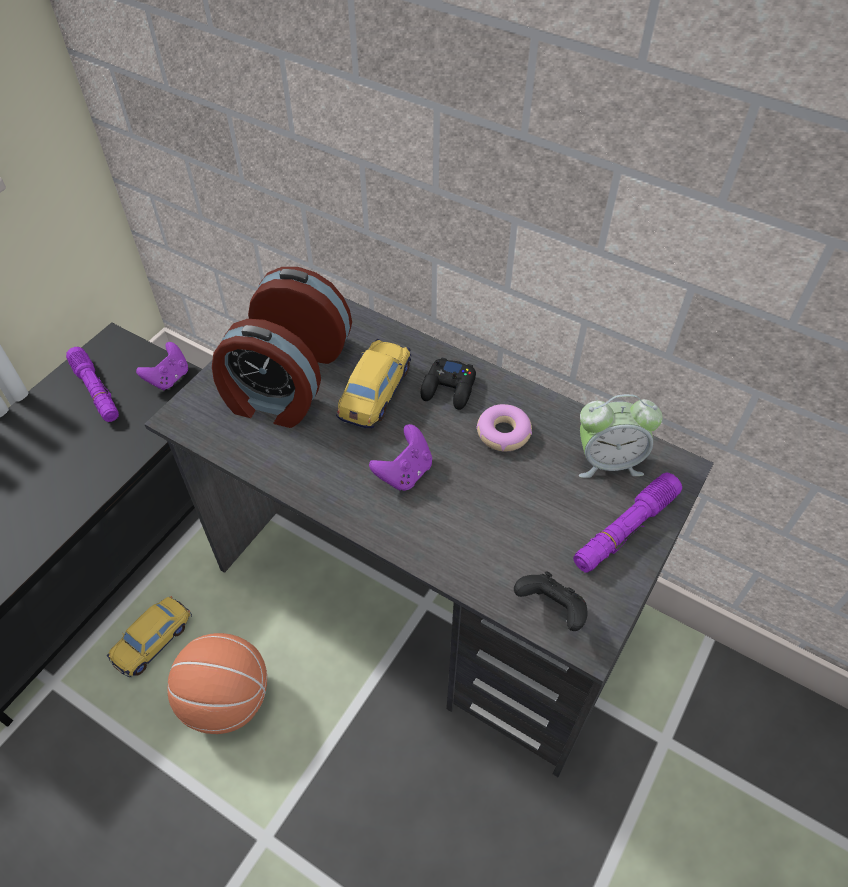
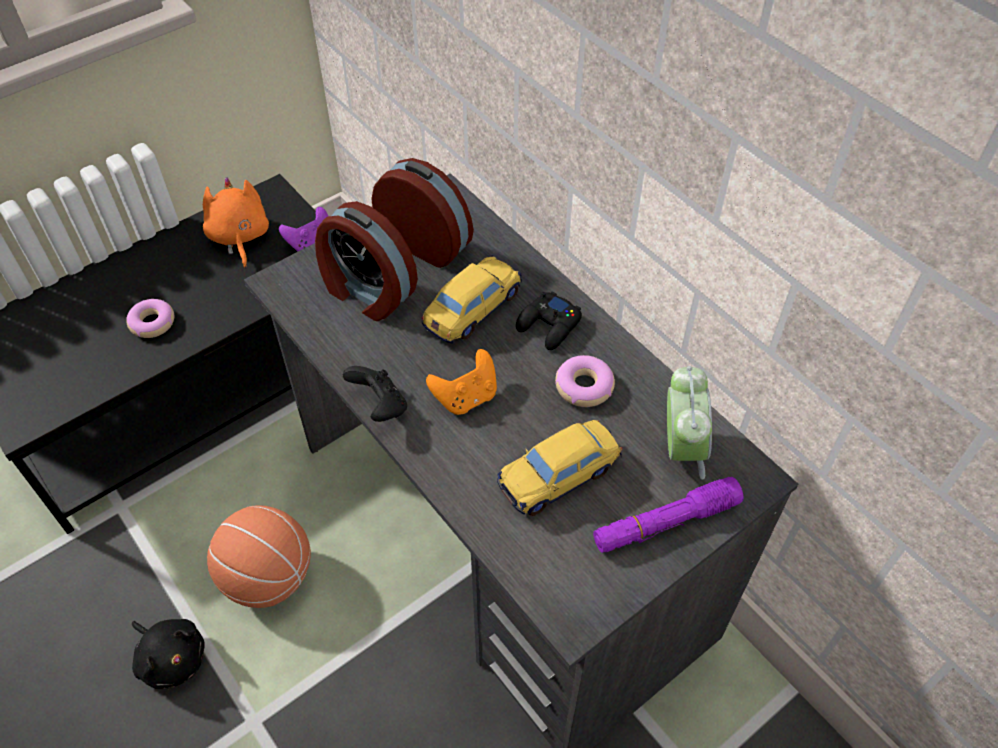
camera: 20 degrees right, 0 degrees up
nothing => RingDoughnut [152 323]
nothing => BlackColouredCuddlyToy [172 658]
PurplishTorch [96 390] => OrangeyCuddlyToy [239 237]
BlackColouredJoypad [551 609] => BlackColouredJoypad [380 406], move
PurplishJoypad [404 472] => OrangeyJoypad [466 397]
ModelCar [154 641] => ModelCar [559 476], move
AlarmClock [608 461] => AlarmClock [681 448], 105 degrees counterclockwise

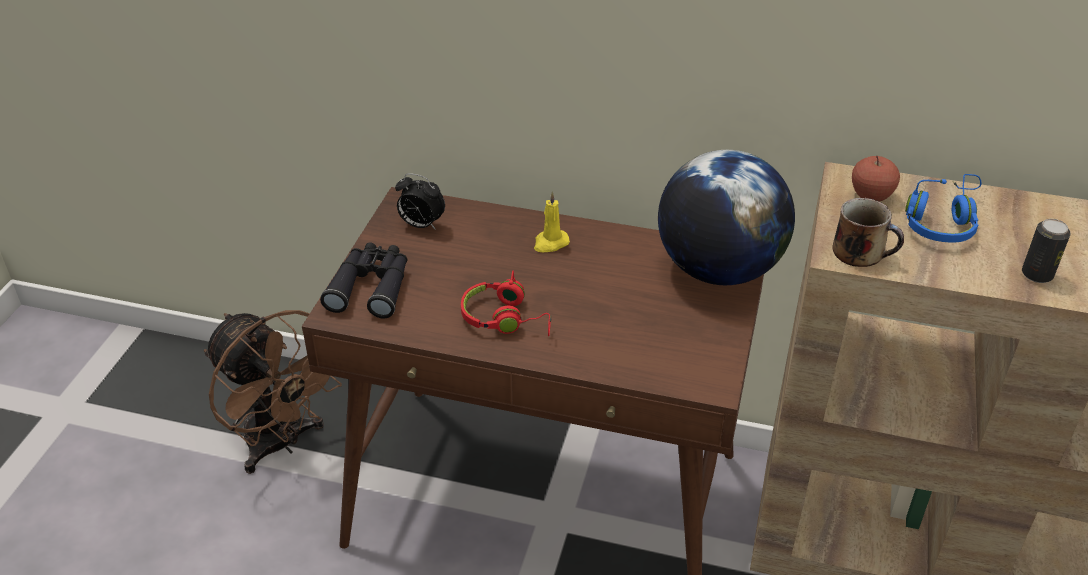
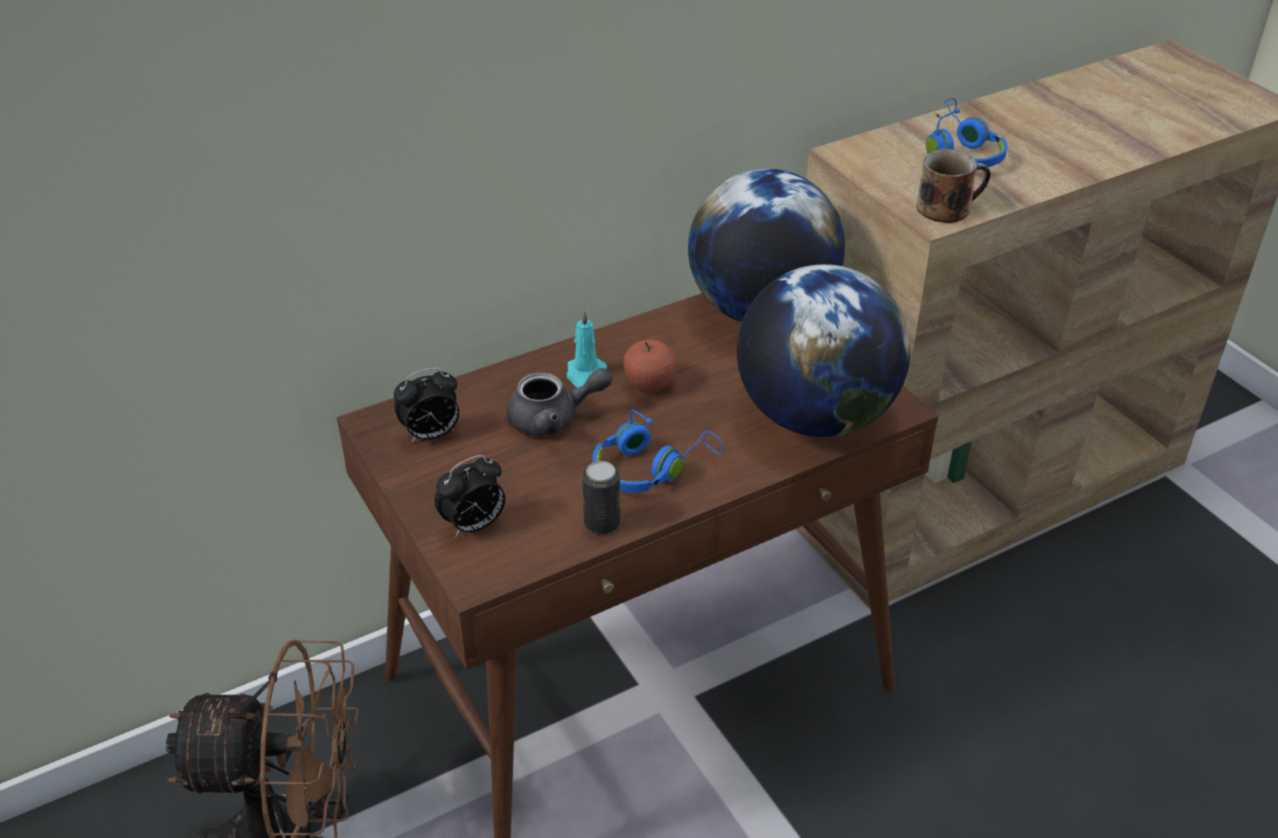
camera: 45 degrees left, 0 degrees up
BlackColouredBinoculars [371 287] => AlarmClock [474 526]
nothing => GrayTeaPot [554 419]
YellowishWaxLight [550 243] => BlueGreenWaxLight [586 375]
Can [1037 274] => Can [602 523], move
RedColouredHeadphones [506 319] => BlueHeadphones [651 468]
AppleFruit [871 196] => AppleFruit [649 384], move
nothing => Globe [815 416]

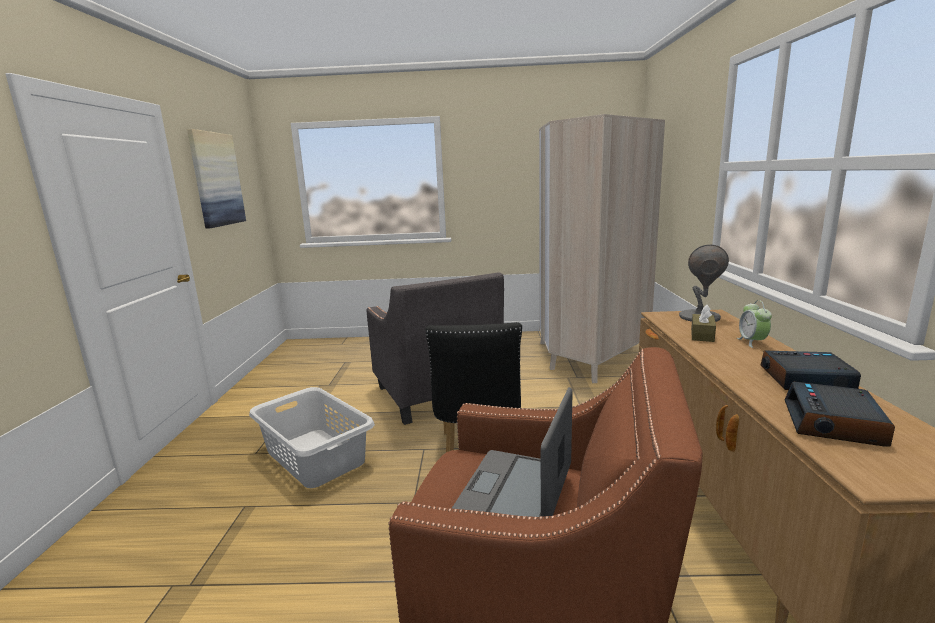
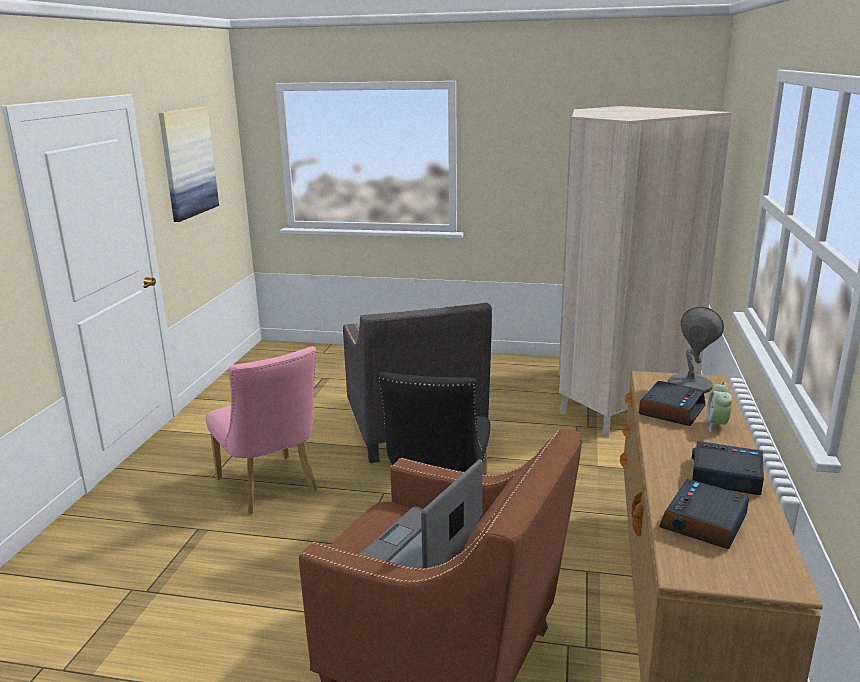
camera: 10 degrees right, 5 degrees up
GrayHamper [314 457] => PinkColouredChair [270 488]
BrownColouredTissueHolder [702 335] => AlarmClock [671 410]

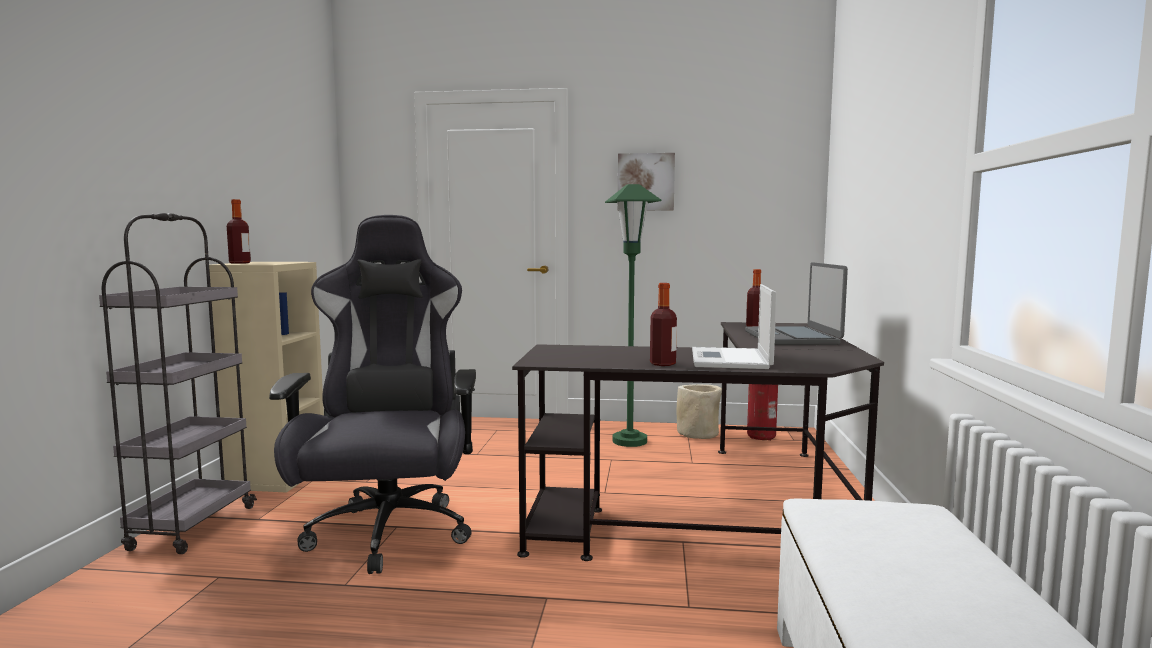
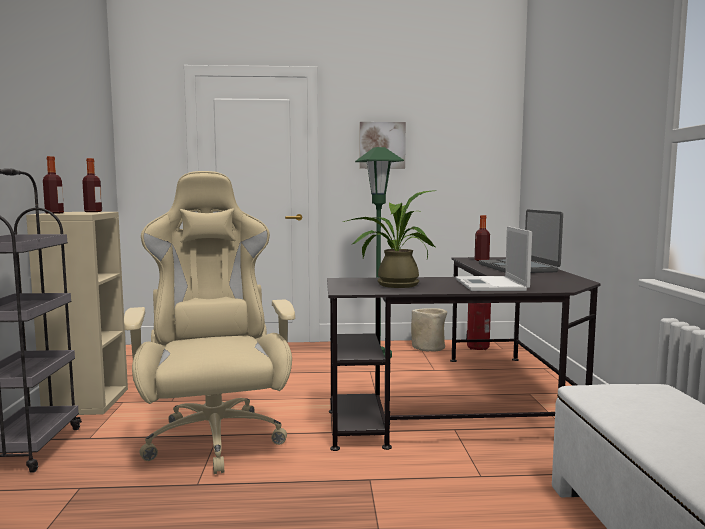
camera: 10 degrees left, 0 degrees up
Bottle [662 364] => Bottle [93 212], move
BlackColouredOfficeChair [388 539] => SandColouredOfficeChair [216 445]
nothing => PottedPlant [392 285]

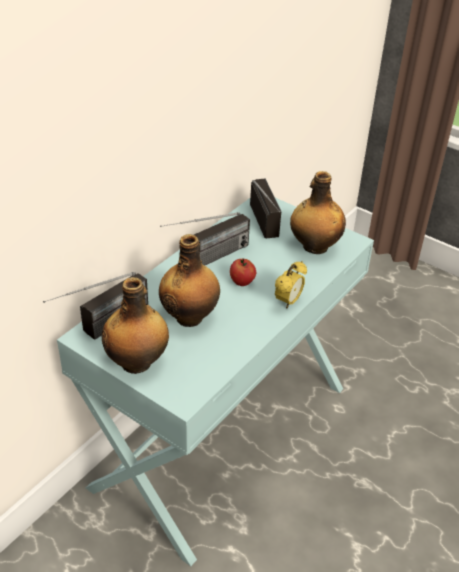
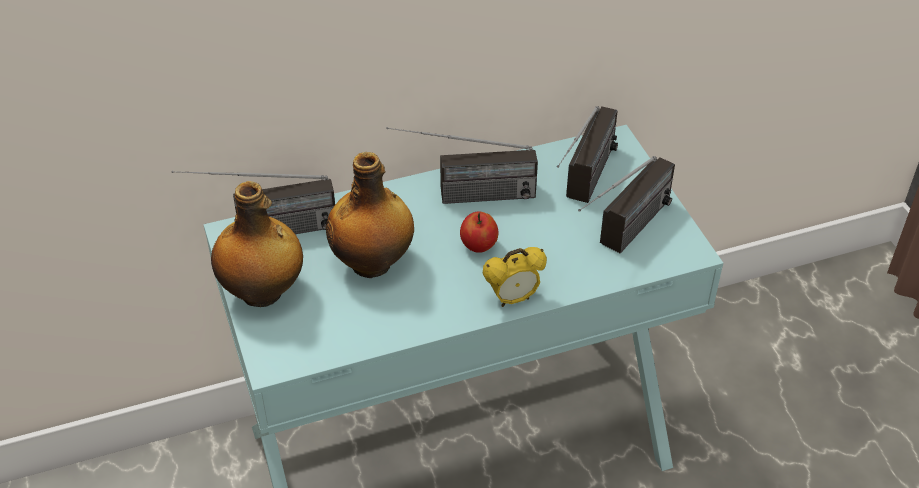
camera: 35 degrees right, 5 degrees up
Bottle [314 247] => Radio [623 237]

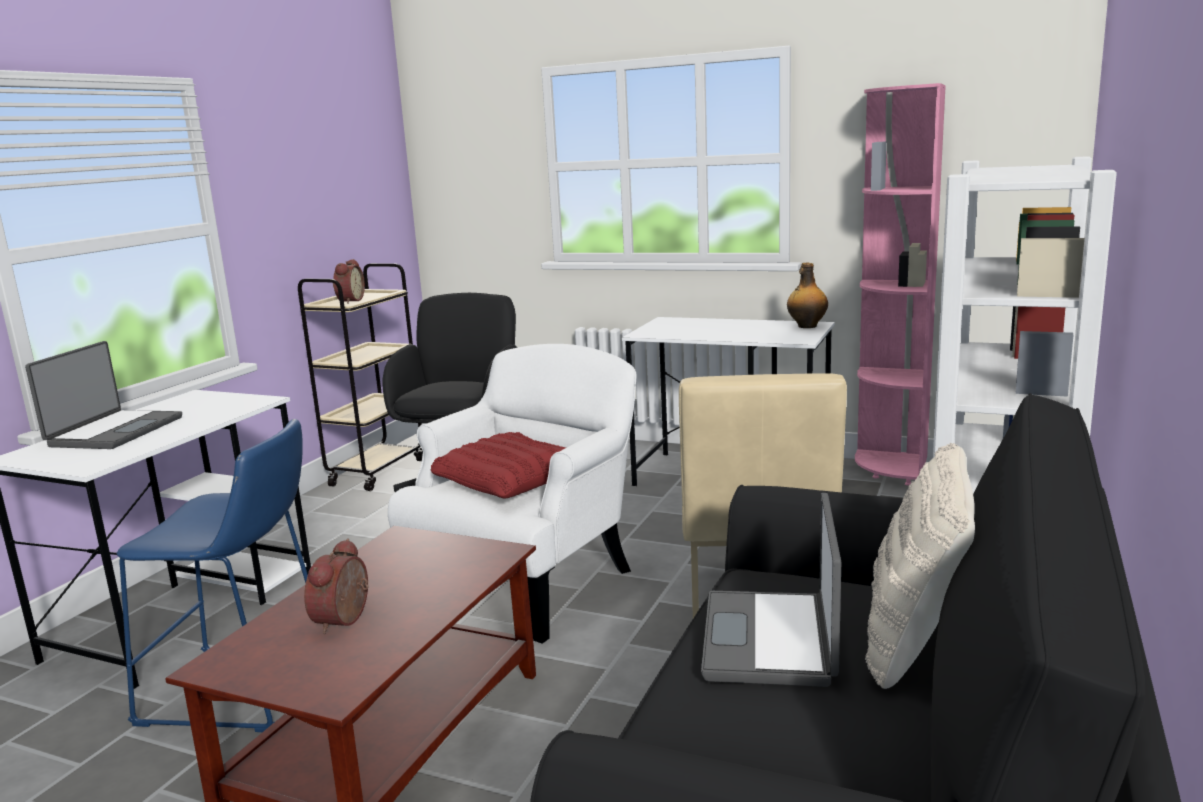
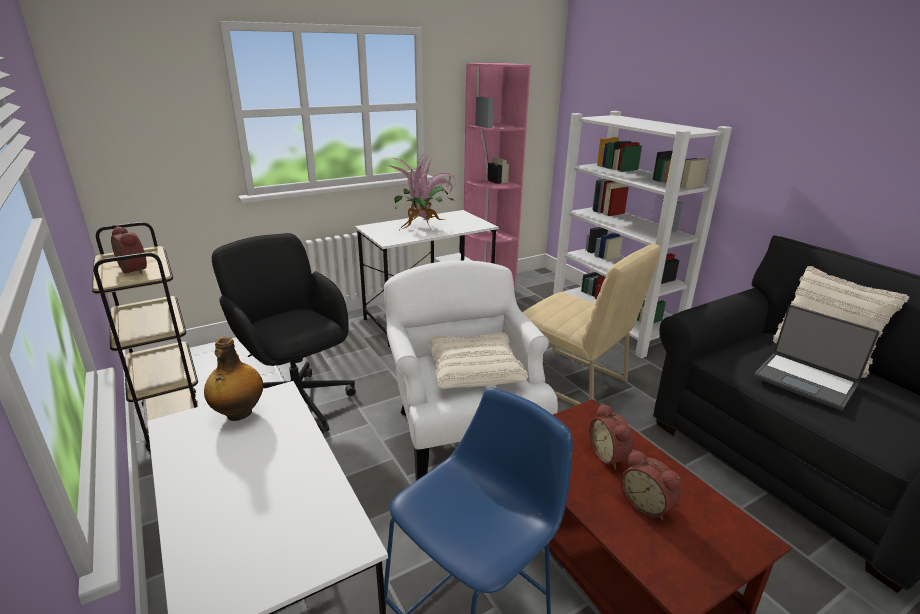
camera: 55 degrees left, 10 degrees up
Bottle [806 326] => Bottle [238 413], move
nothing => PottedPlant [423 227]
RedColouredThrowPillow [511 481] => SandColouredThrowPillow [475 370]
nothing => AlarmClock [610 456]
NotebookComputer [114 431] => nothing

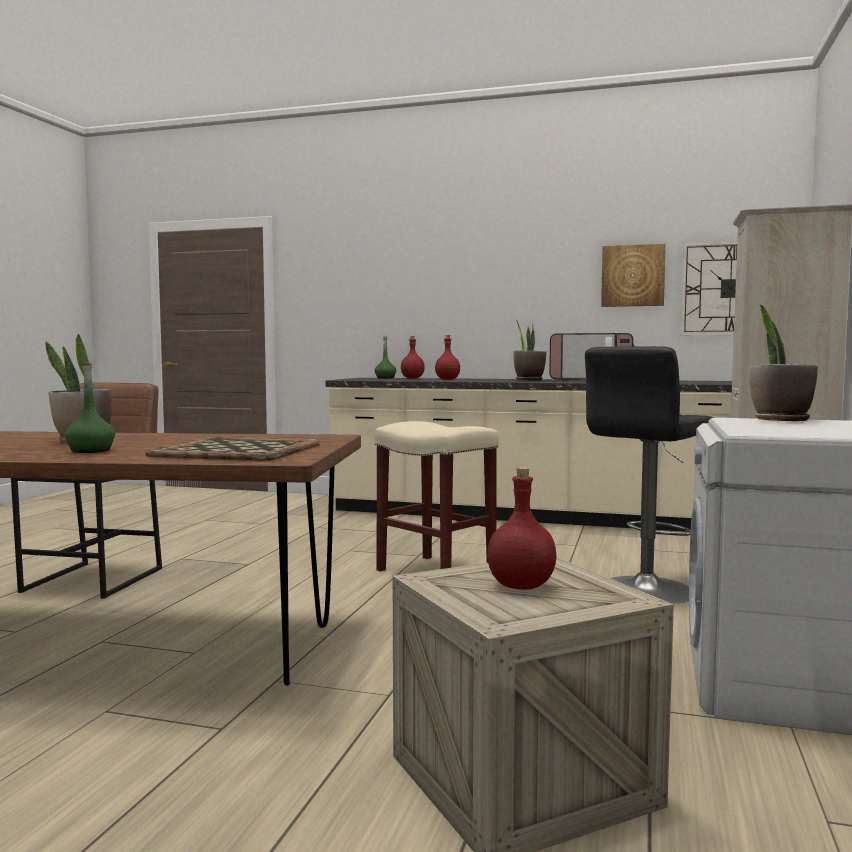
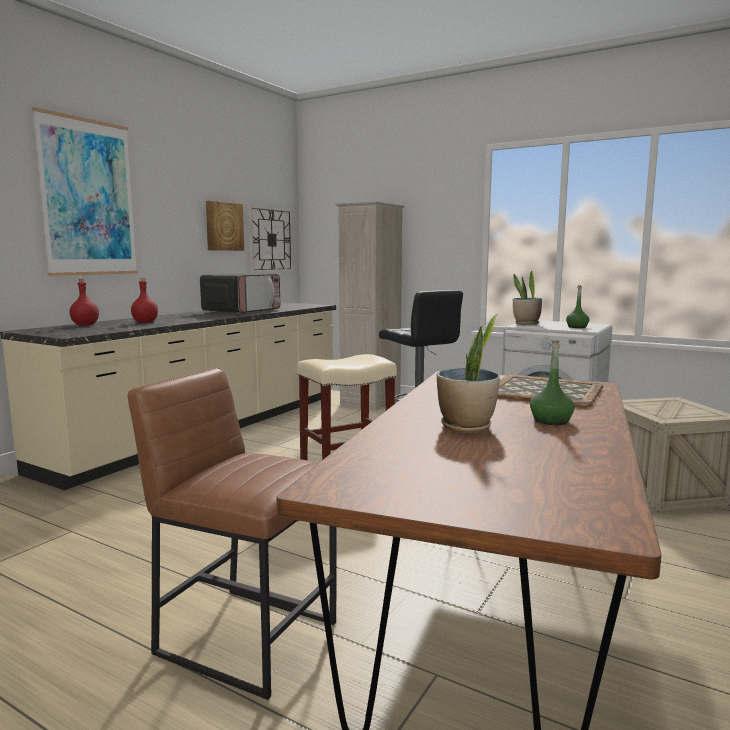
camera: 75 degrees left, 5 degrees up
nothing => WallPicture [88 198]
GreenBottle [385 378] => GreenBottle [577 327], move
RedColouredBottle [522 586] => nothing
PottedPlant [529 380] => nothing

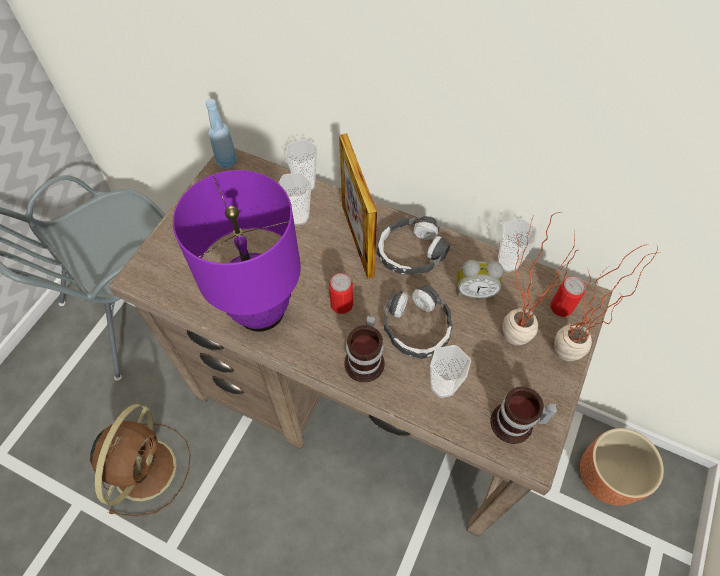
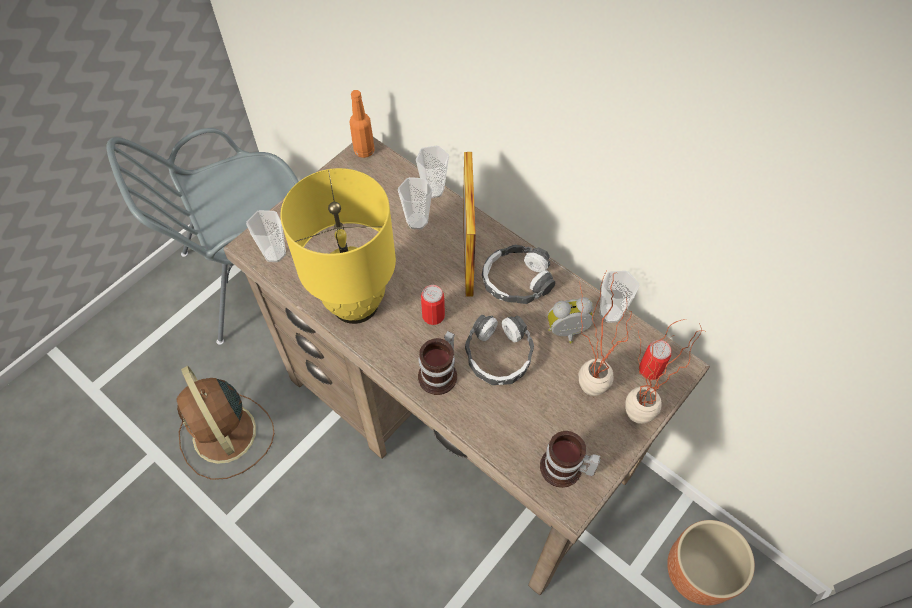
camera: 15 degrees right, 0 degrees up
BrownColouredElectricFan [146 466] => BrownColouredElectricFan [226 435], 120 degrees clockwise
Cup [443 386] => Cup [274 253], move
PurplishTableLamp [261 310] => YellowishTableLamp [356 303]
BlueBottle [227 161] => OrangeyBottle [364 151]
AlarmClock [474 291] => AlarmClock [567 333], 150 degrees clockwise

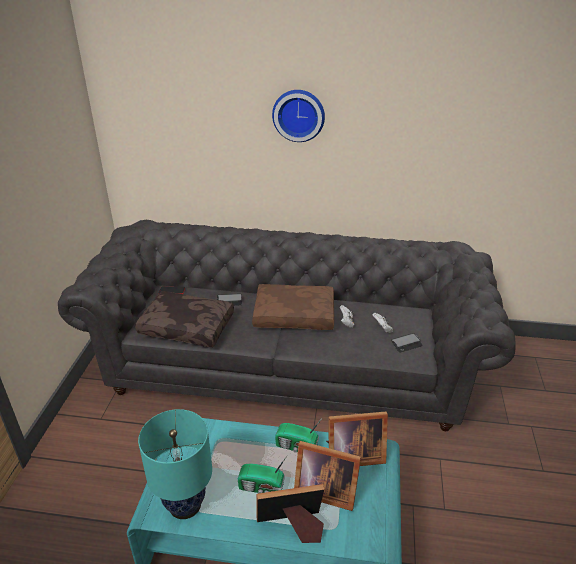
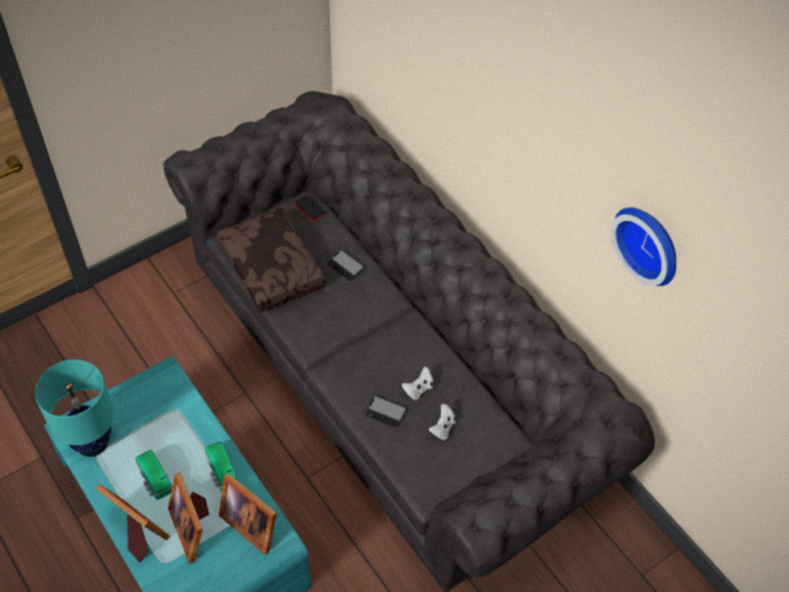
camera: 45 degrees right, 20 degrees up
Telephone [406 343] => Telephone [385 412], move
WallClock [299 114] => WallClock [650 243], move
BrownColouredThrowPillow [295 314] => nothing

